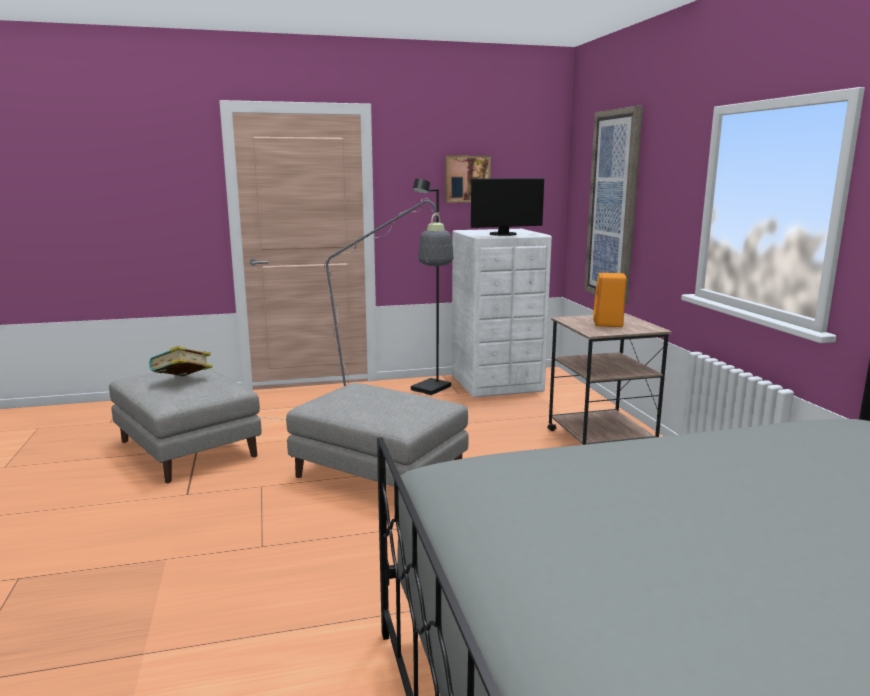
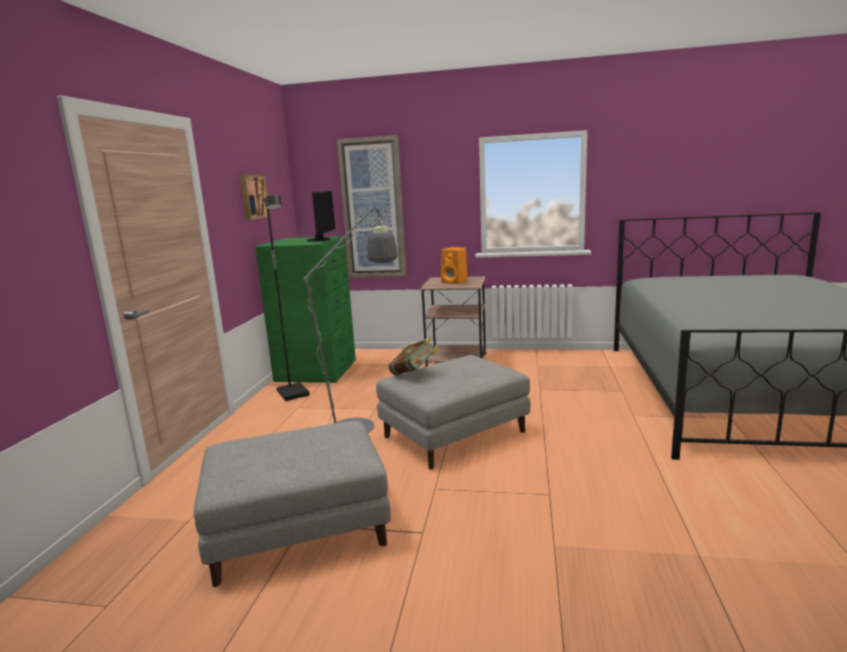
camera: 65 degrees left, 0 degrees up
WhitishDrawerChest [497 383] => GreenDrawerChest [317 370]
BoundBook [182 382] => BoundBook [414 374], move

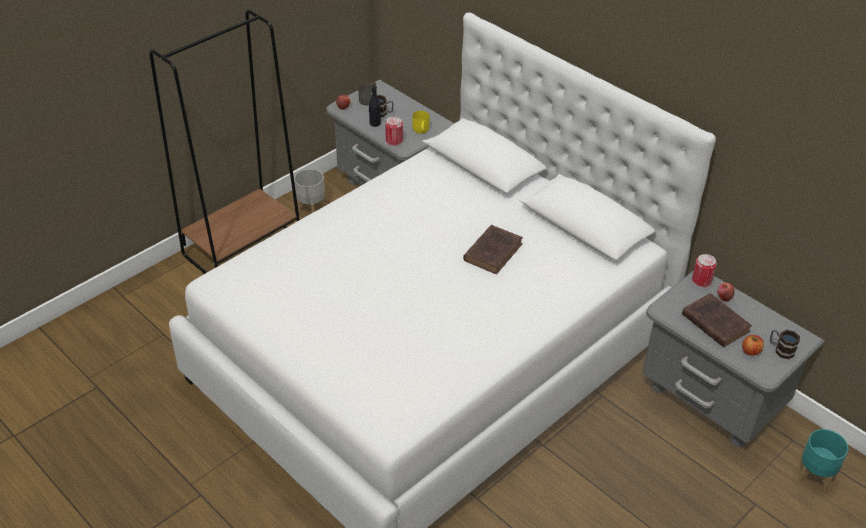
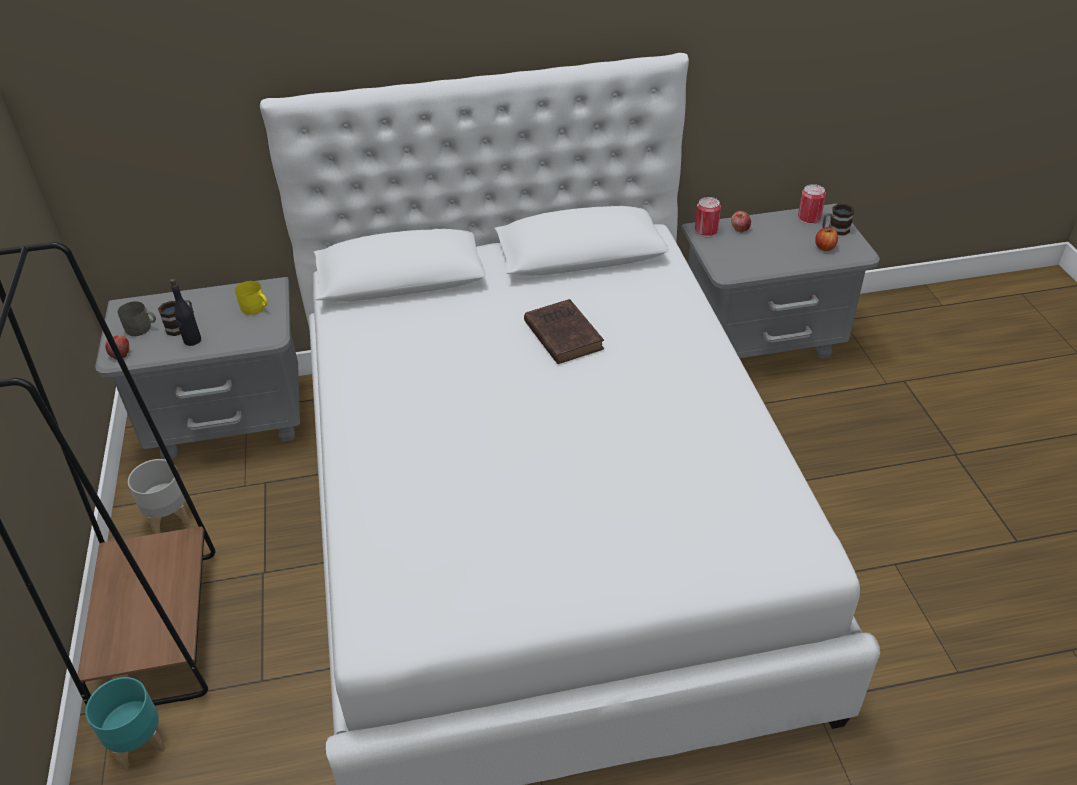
camera: 55 degrees left, 0 degrees up
BlueGreenFlowerPot [815 476] => BlueGreenFlowerPot [140 743], move
Can [394 141] => Can [809 218], move
BrownColouredBoundBook [714 322] => nothing

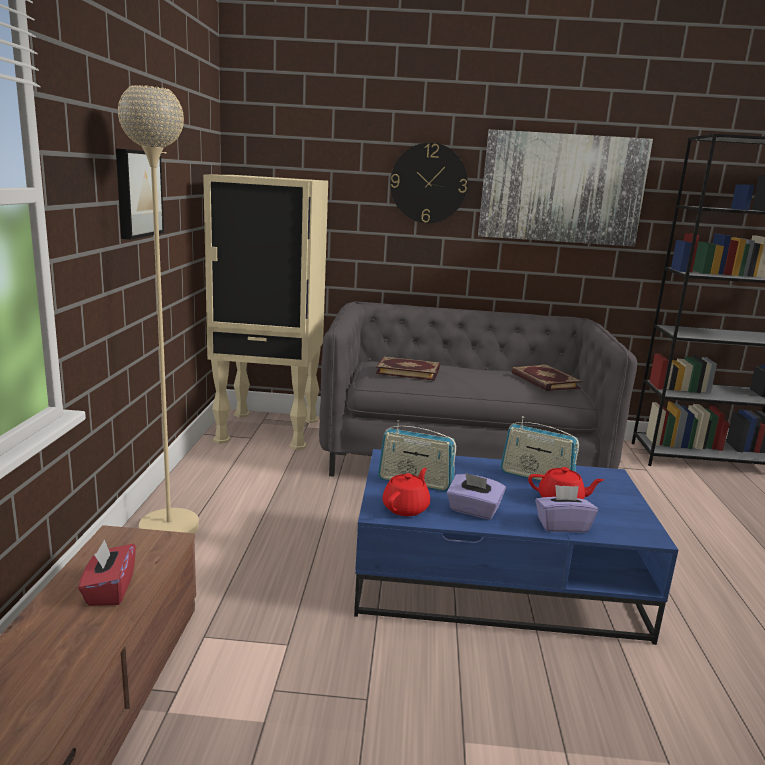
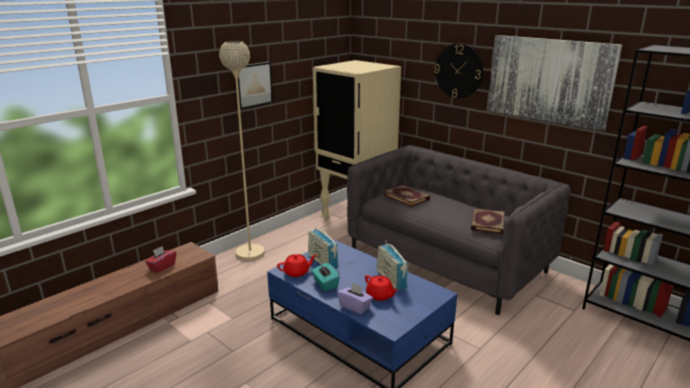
camera: 40 degrees right, 5 degrees up
PurplishTissueHolder [473 510] => BlueGreenTissueHolder [325 284]

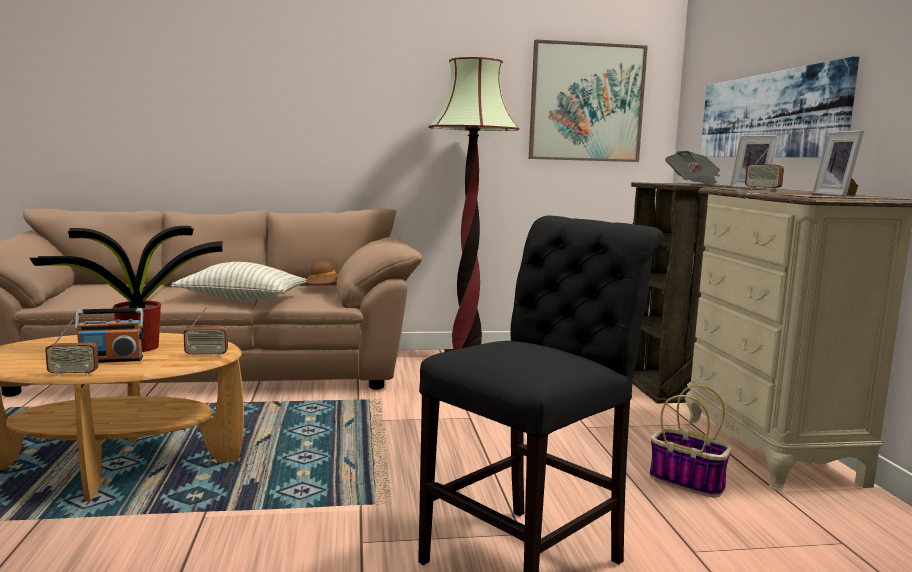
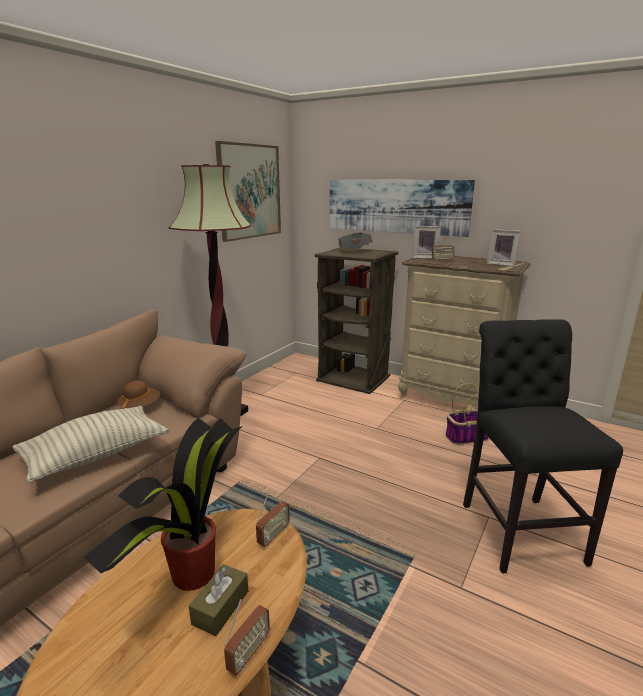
camera: 50 degrees left, 10 degrees up
Radio [111 360] => BrownColouredTissueHolder [220 607]

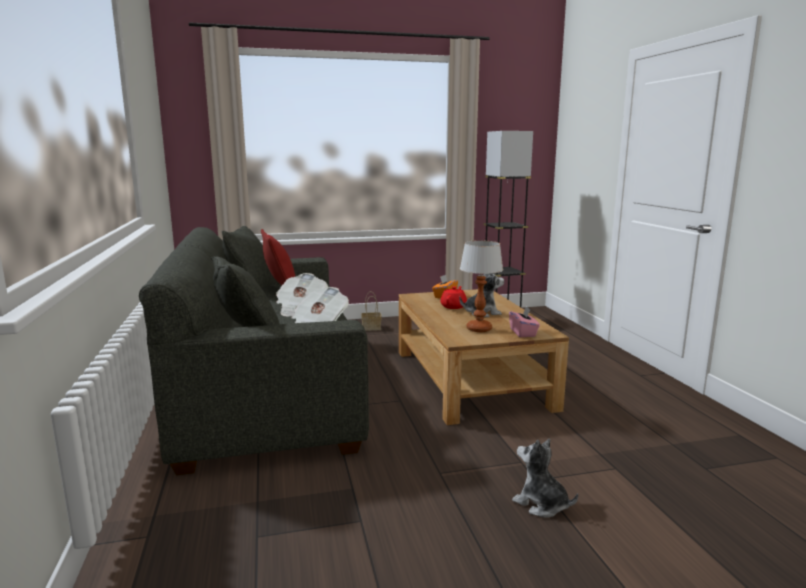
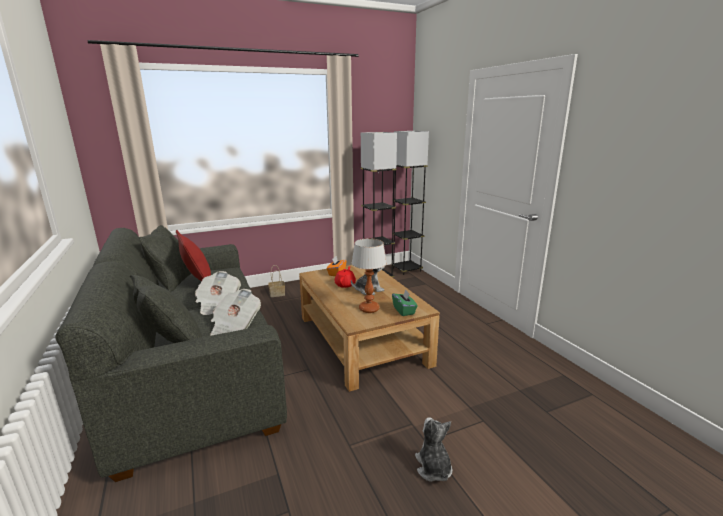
camera: 10 degrees left, 5 degrees up
PinkColouredTissueHolder [523 333] => GreenTissueHolder [404 310]
nothing => GrayStandingLamp [407 269]
CuddlyToy [541 504] => CuddlyToy [433 468], 45 degrees clockwise

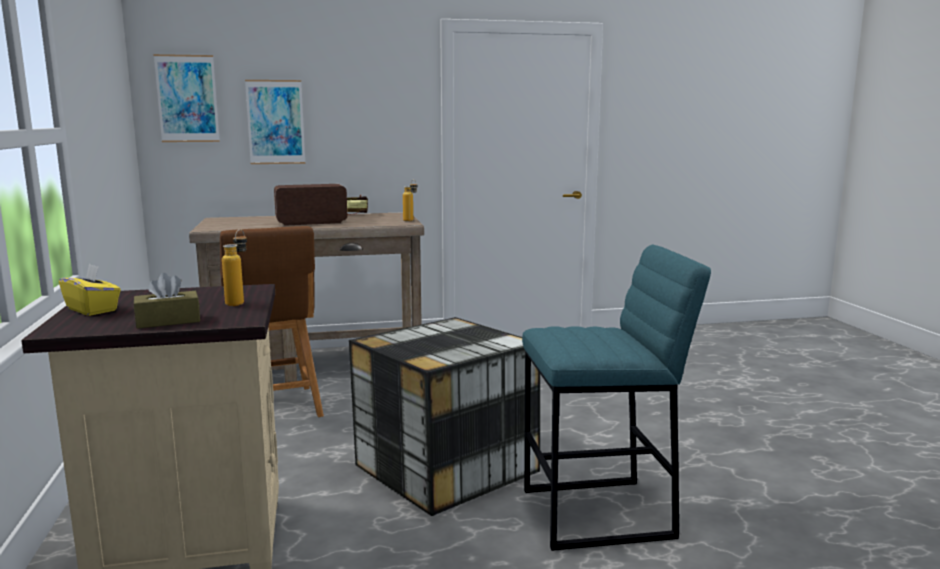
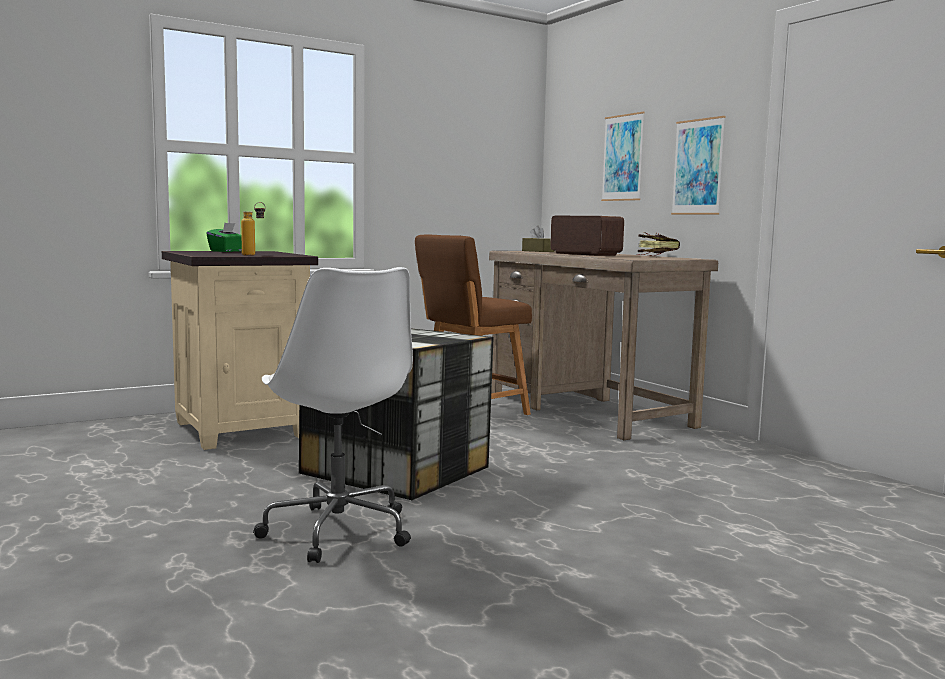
camera: 70 degrees right, 5 degrees down
YellowishTissueHolder [93 309] => GreenTissueHolder [227 251]
BlueGreenStoolSeat [601 513] => WhitishOfficeChair [339 533]
BrownColouredTissueHolder [168 321] => BrownColouredTissueHolder [538 251], move
WallPicture [187 99] => WallPicture [698 167], move
Bottle [411 221] => nothing

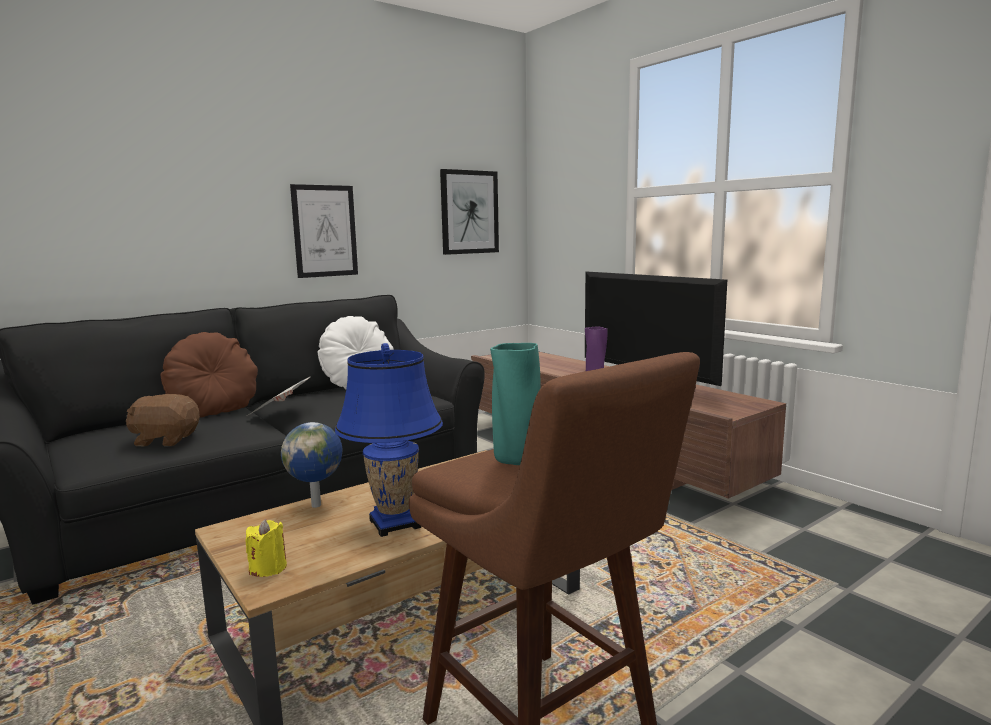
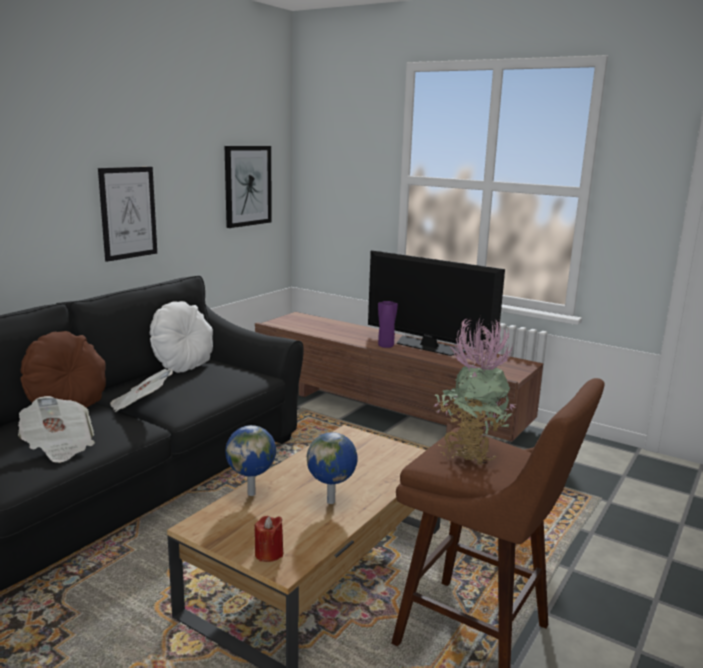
camera: 20 degrees left, 5 degrees up
BrownColouredCuddlyToy [166 440] => DailyPaper [59 446]
YellowishWaxLight [268 568] => RedColouredWaxLight [269 553]
BlueTableLamp [395 524] => Globe [332 502]
BlueGreenVase [516 461] => PottedPlant [469 453]

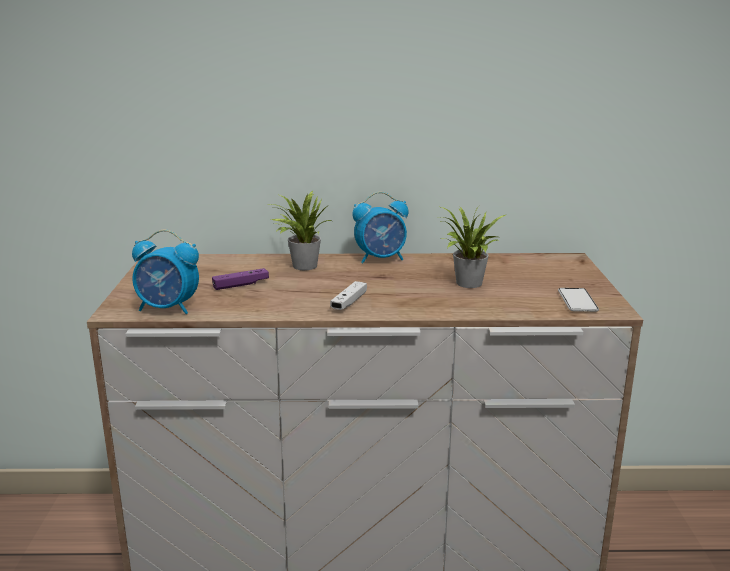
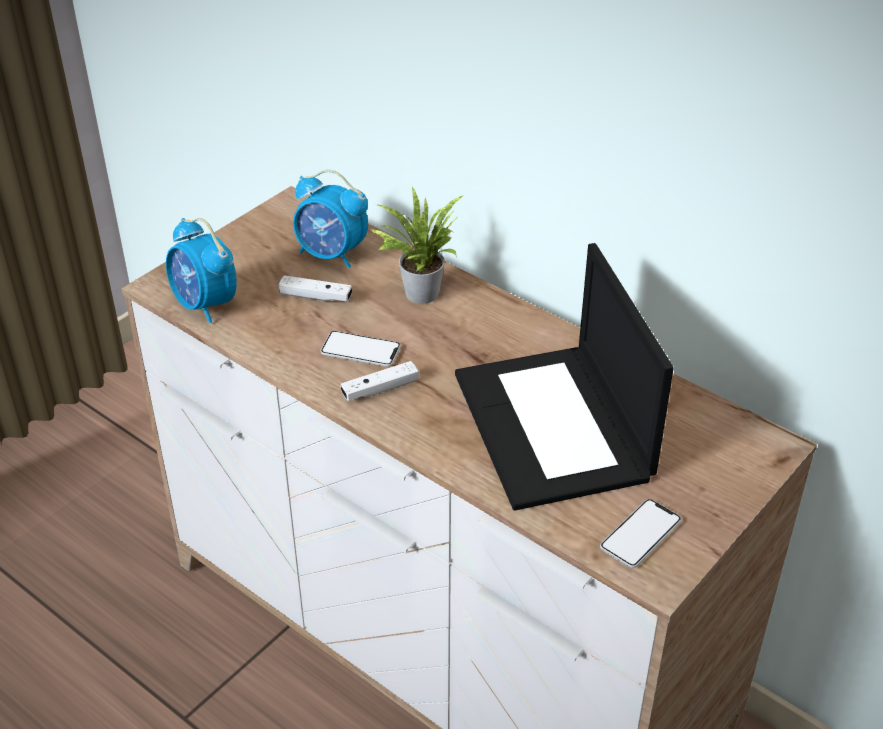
camera: 40 degrees right, 20 degrees up
PurplishJoypad [241 285] => WhitishJoypad [316 296]
AlarmClock [381 259] => AlarmClock [331 254], move
nothing => Telephone [360 350]
PottedPlant [467 284] => NotebookComputer [555 427]

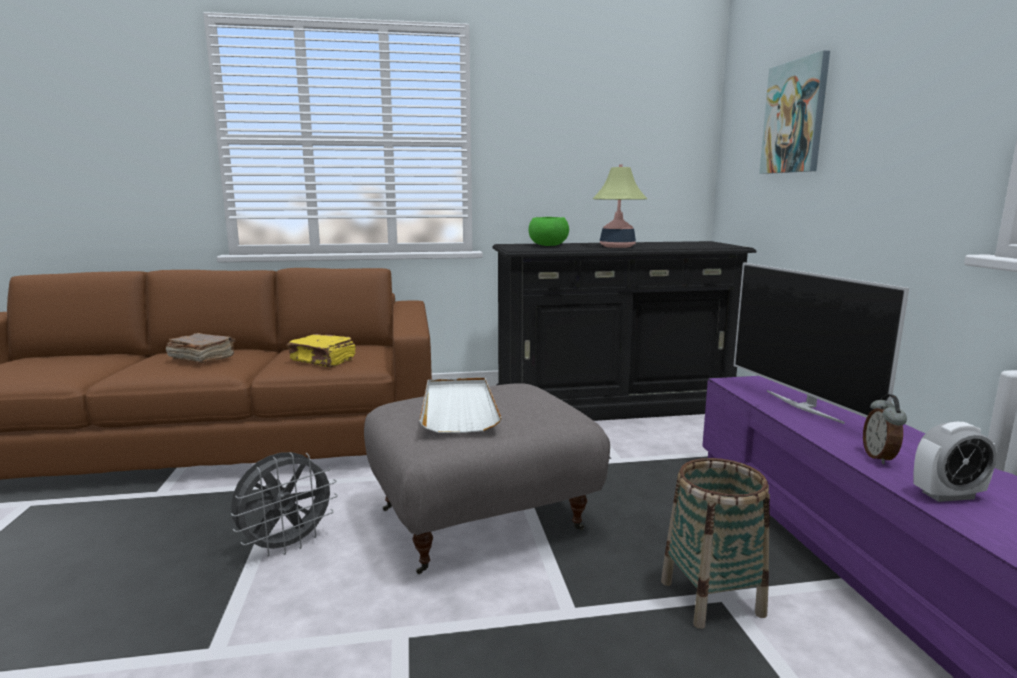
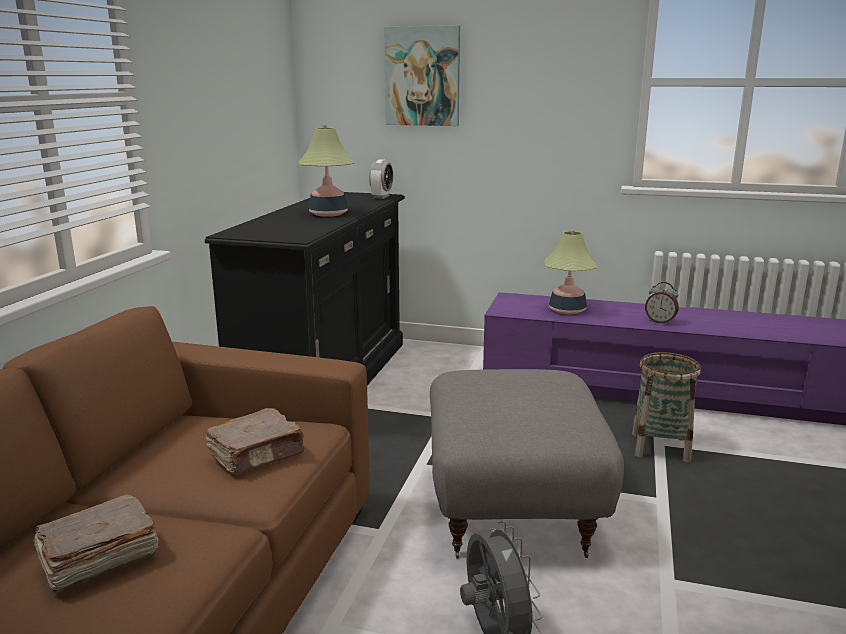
camera: 65 degrees left, 5 degrees up
YellowishBoundBook [323 361] => BrownColouredBoundBook [258 455]
AlarmClock [948 495] => AlarmClock [381 197], move
Tv [804 406] => TableLamp [567 310]
WhitishTray [458 408] => nothing
GreenBowl [548 245] => nothing

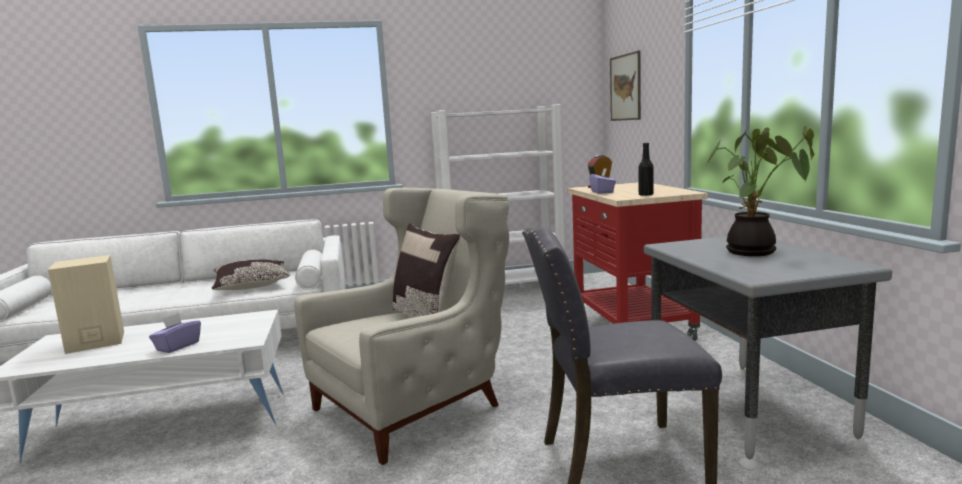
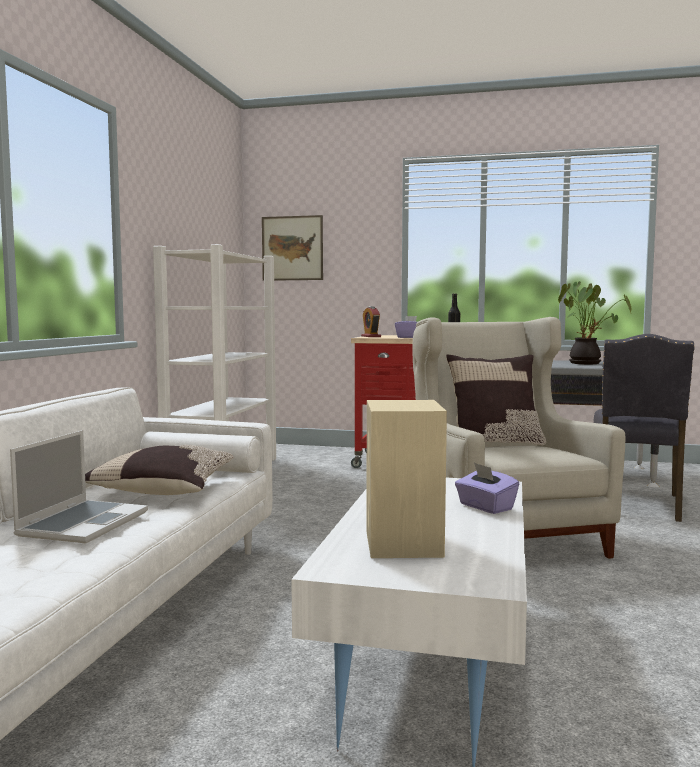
camera: 65 degrees left, 5 degrees down
nothing => NotebookComputer [83 523]

